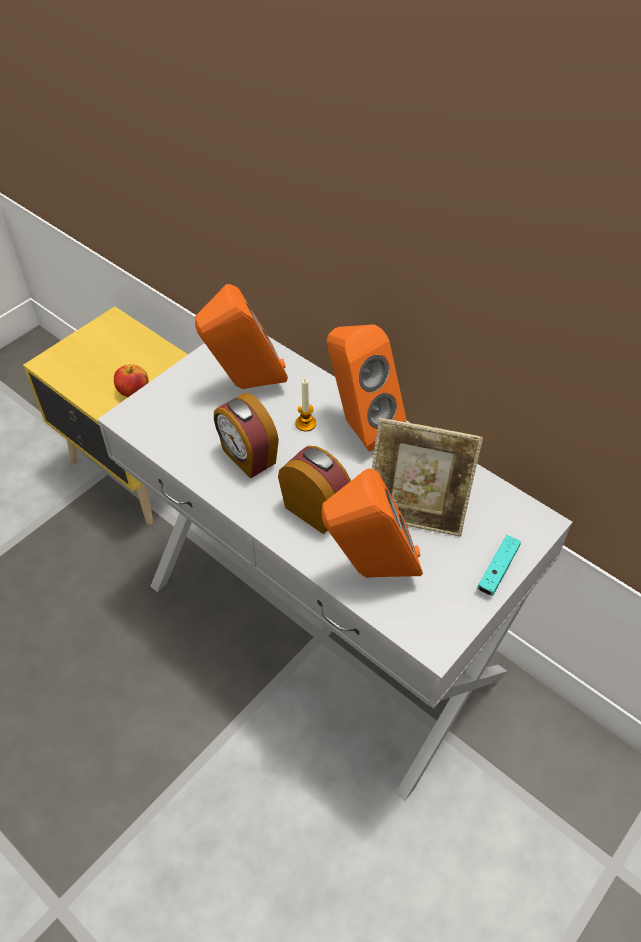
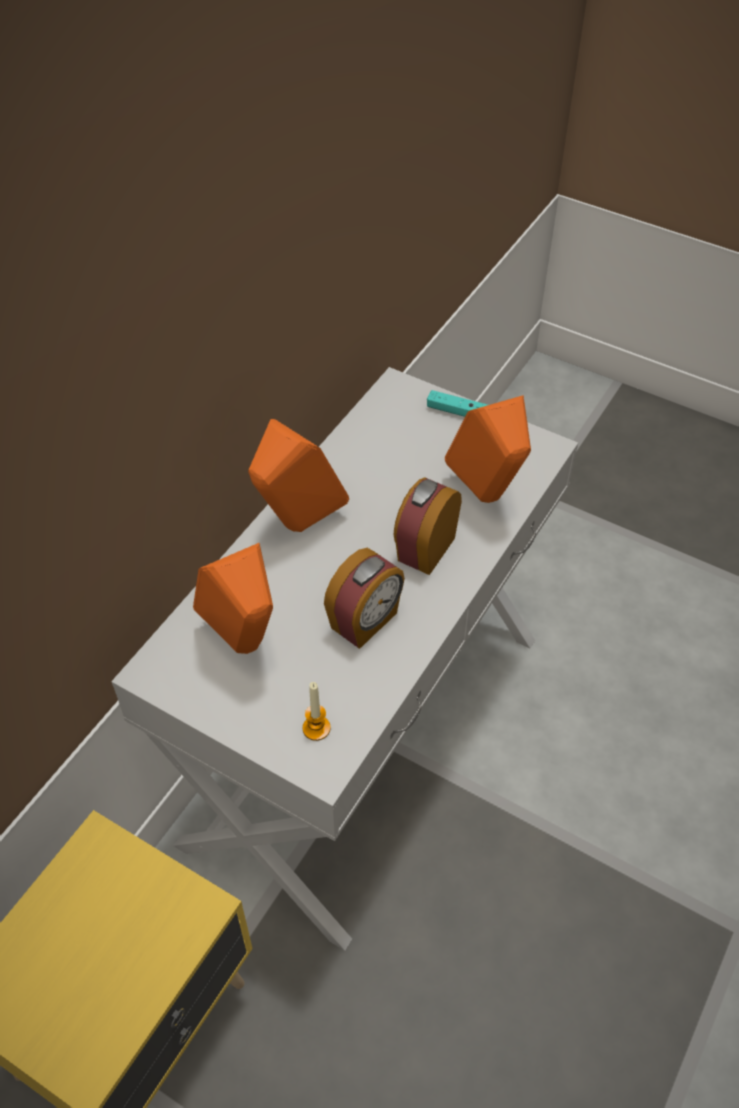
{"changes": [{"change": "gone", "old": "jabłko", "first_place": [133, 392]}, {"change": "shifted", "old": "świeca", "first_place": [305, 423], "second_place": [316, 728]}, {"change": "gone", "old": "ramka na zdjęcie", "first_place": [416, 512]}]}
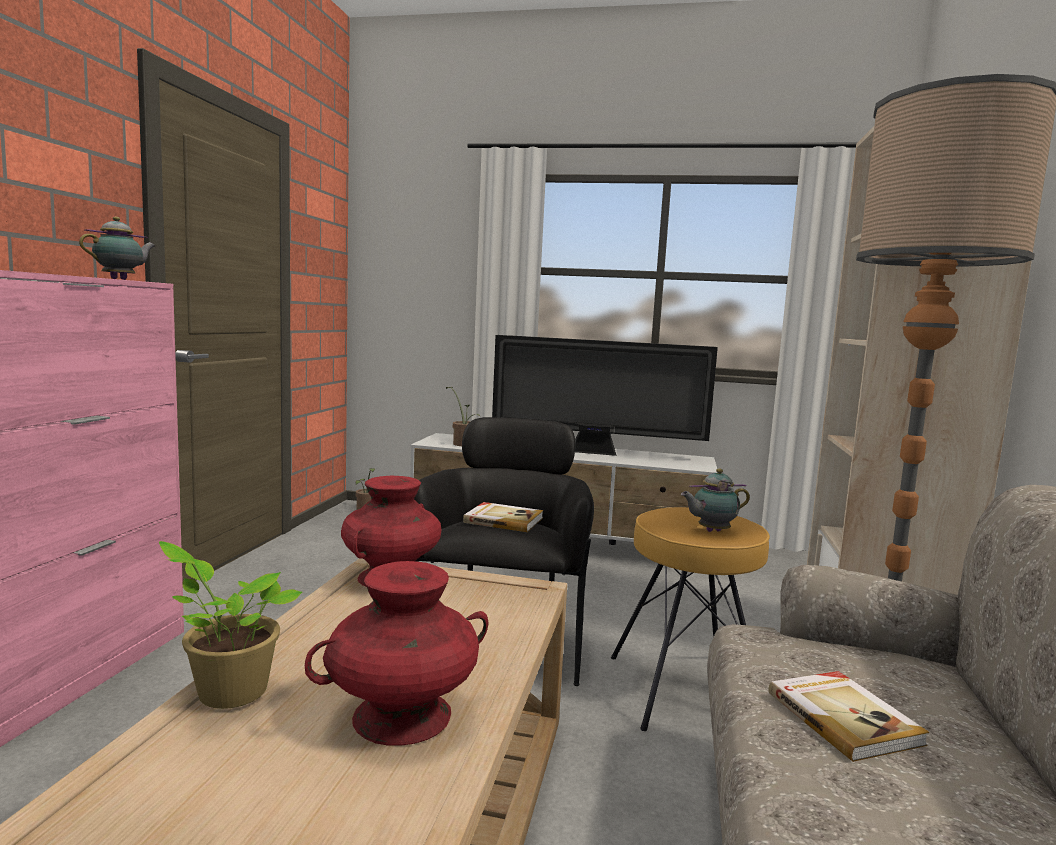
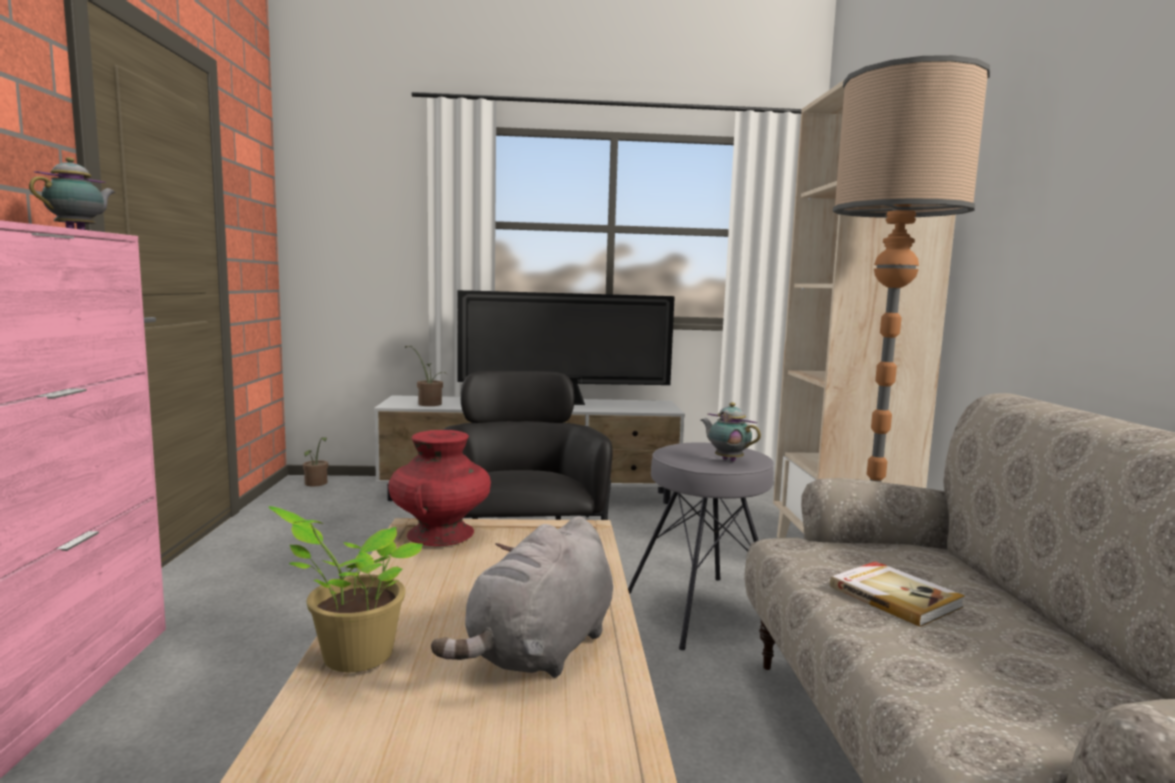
{"changes": [{"change": "rotated", "old": "imbryk", "first_place": [711, 531], "second_place": [727, 460], "degrees": 75}, {"change": "gone", "old": "książka", "first_place": [503, 520]}, {"change": "repainted", "old": "stołek [brązowy]", "new": "stołek [szary]", "first_place": [685, 690], "second_place": [703, 610]}, {"change": "swapped", "old": "wazon [czerwony]", "new": "pluszak [szary]", "first_place": [401, 717], "second_place": [540, 651]}]}
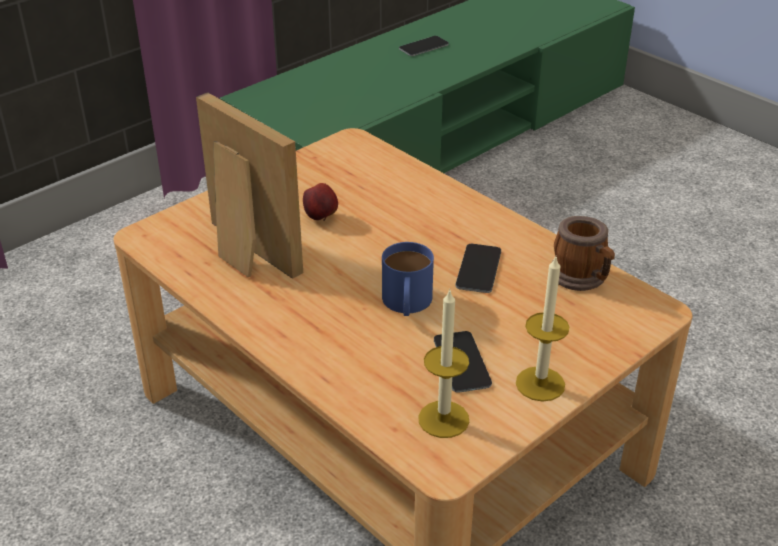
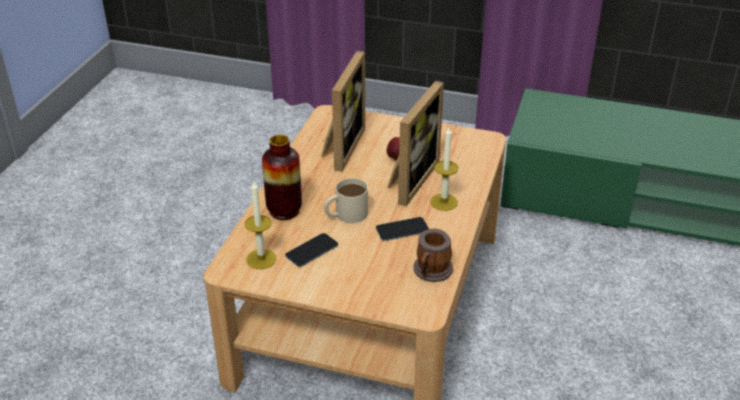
{"changes": [{"change": "gone", "old": "telefon", "first_place": [423, 47]}, {"change": "repainted", "old": "kubek [niebieski]", "new": "kubek [beżowy]", "first_place": [406, 304], "second_place": [345, 215]}, {"change": "shifted", "old": "świeca", "first_place": [540, 384], "second_place": [444, 202]}, {"change": "new", "new": "ramka na zdjęcie", "second_place": [410, 179]}, {"change": "new", "new": "wazon", "second_place": [284, 211]}]}
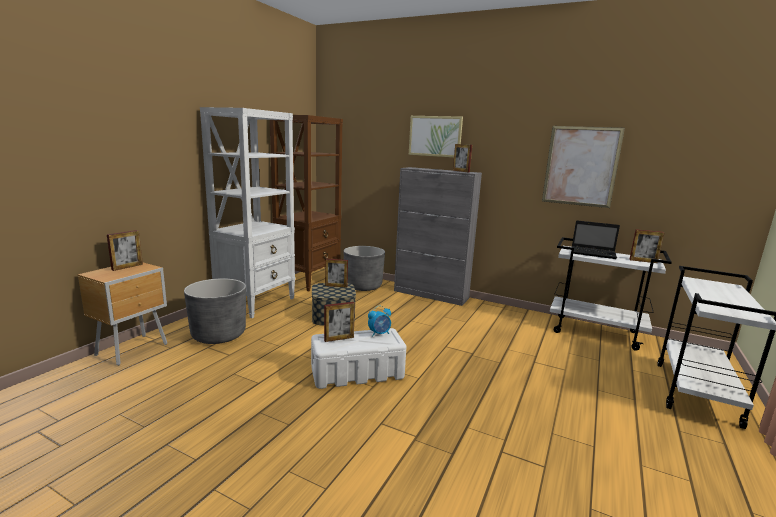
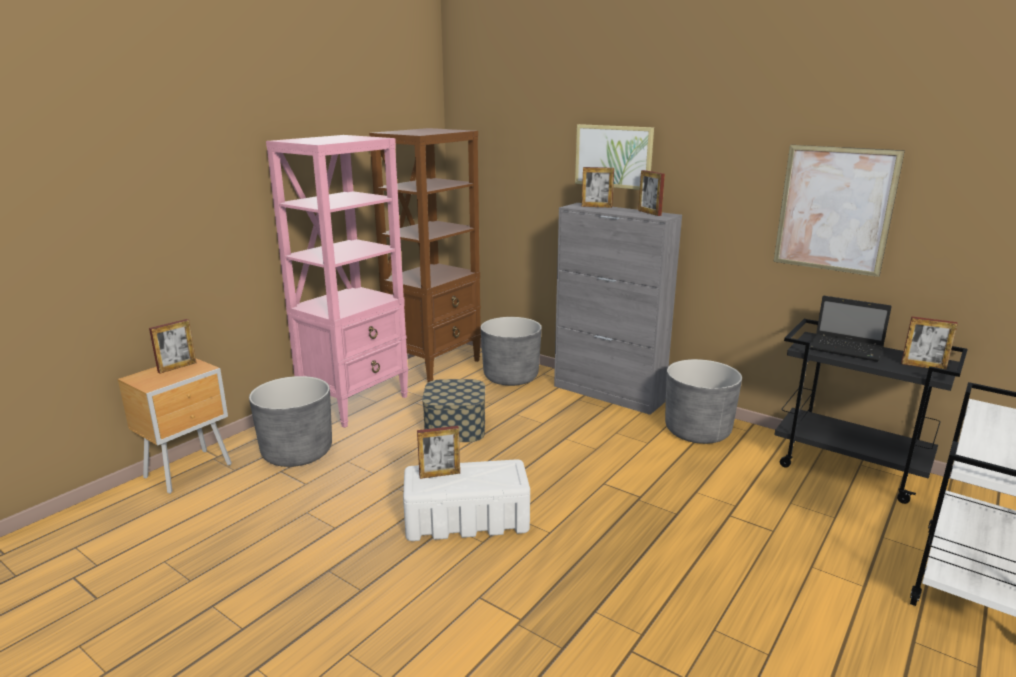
{"changes": [{"change": "repainted", "old": "regał [biały]", "new": "regał [różowy]", "first_place": [257, 302], "second_place": [356, 402]}, {"change": "repainted", "old": "wózek [biały]", "new": "wózek [czarny]", "first_place": [596, 332], "second_place": [850, 468]}, {"change": "shifted", "old": "ramka na zdjęcie", "first_place": [336, 286], "second_place": [596, 206]}, {"change": "gone", "old": "budzik", "first_place": [379, 333]}, {"change": "new", "new": "donica [szary]", "second_place": [697, 431]}]}
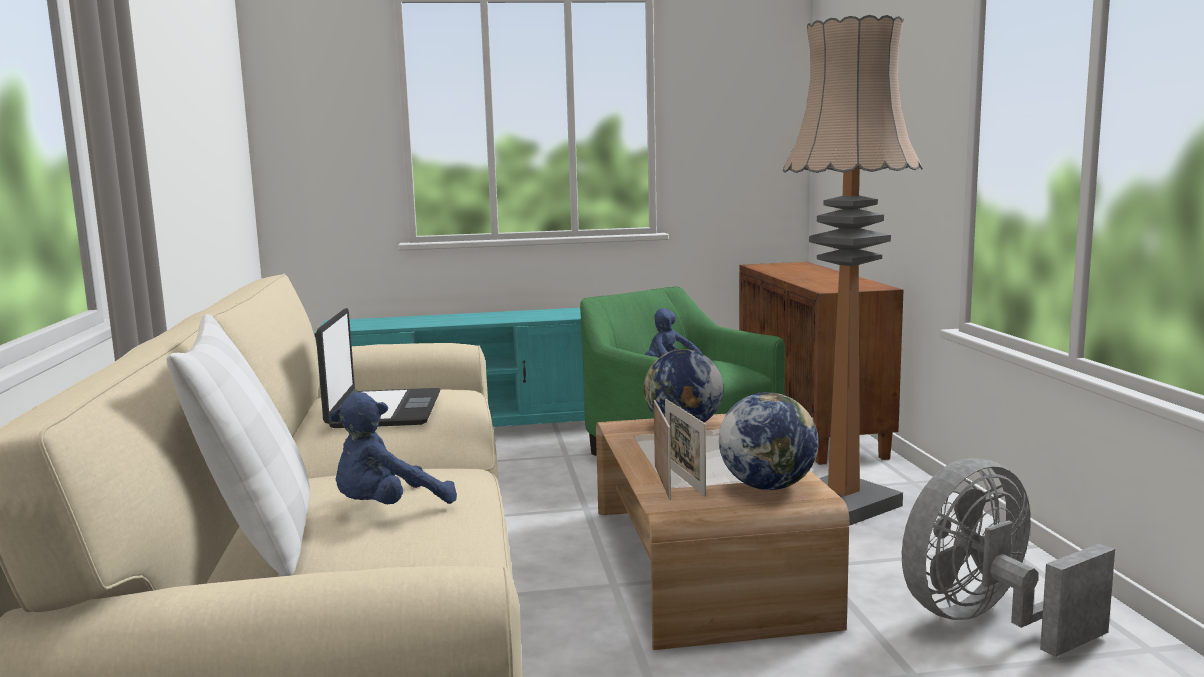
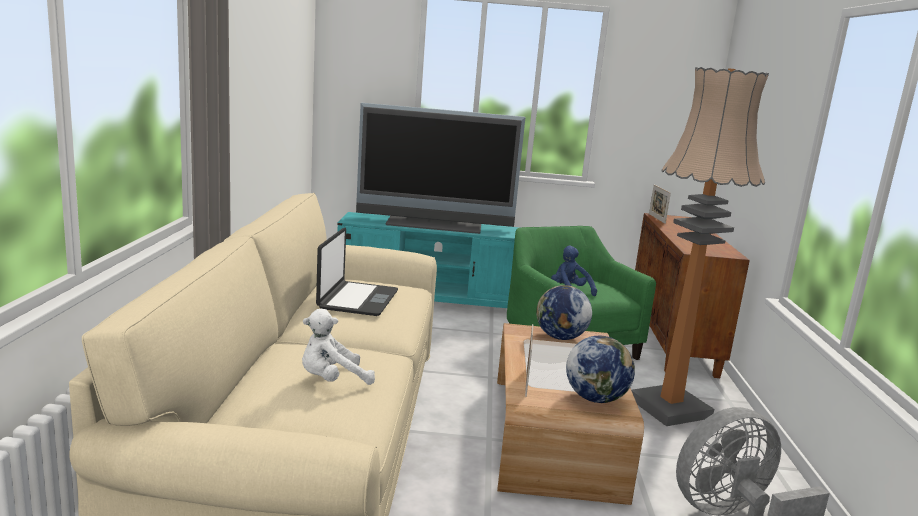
{"changes": [{"change": "gone", "old": "poduszka [biały]", "first_place": [259, 537]}, {"change": "repainted", "old": "pluszak [niebieski]", "new": "pluszak [biały]", "first_place": [388, 509], "second_place": [332, 380]}, {"change": "shifted", "old": "ramka na zdjęcie", "first_place": [684, 480], "second_place": [657, 218]}, {"change": "new", "new": "telewizor", "second_place": [434, 224]}]}
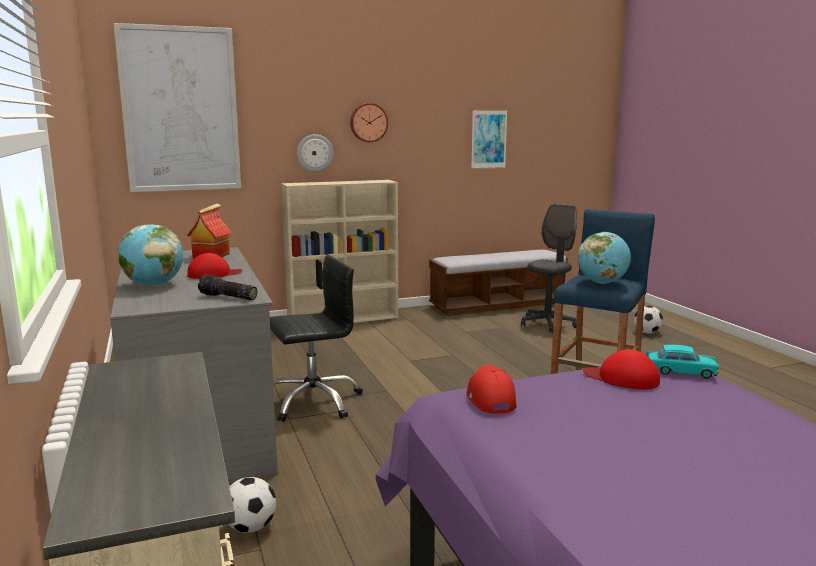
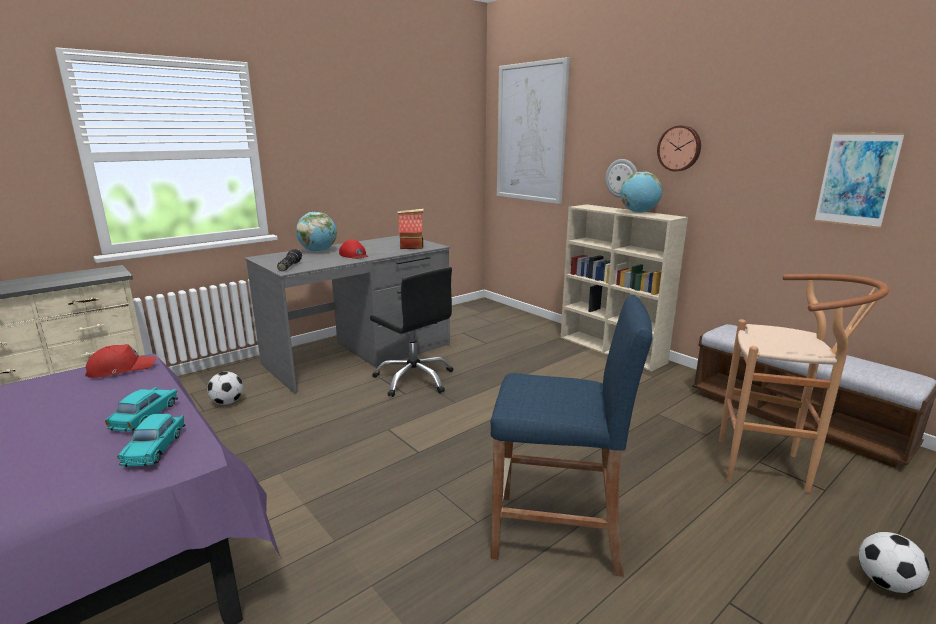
{"changes": [{"change": "swapped", "old": "krzesło biurowe [szary]", "new": "stołek [brązowy]", "first_place": [547, 324], "second_place": [772, 468]}, {"change": "shifted", "old": "globus", "first_place": [602, 282], "second_place": [639, 212]}, {"change": "swapped", "old": "czapka z daszkiem [czerwony]", "new": "samochodzik [turkusowy]", "first_place": [622, 378], "second_place": [145, 416]}]}
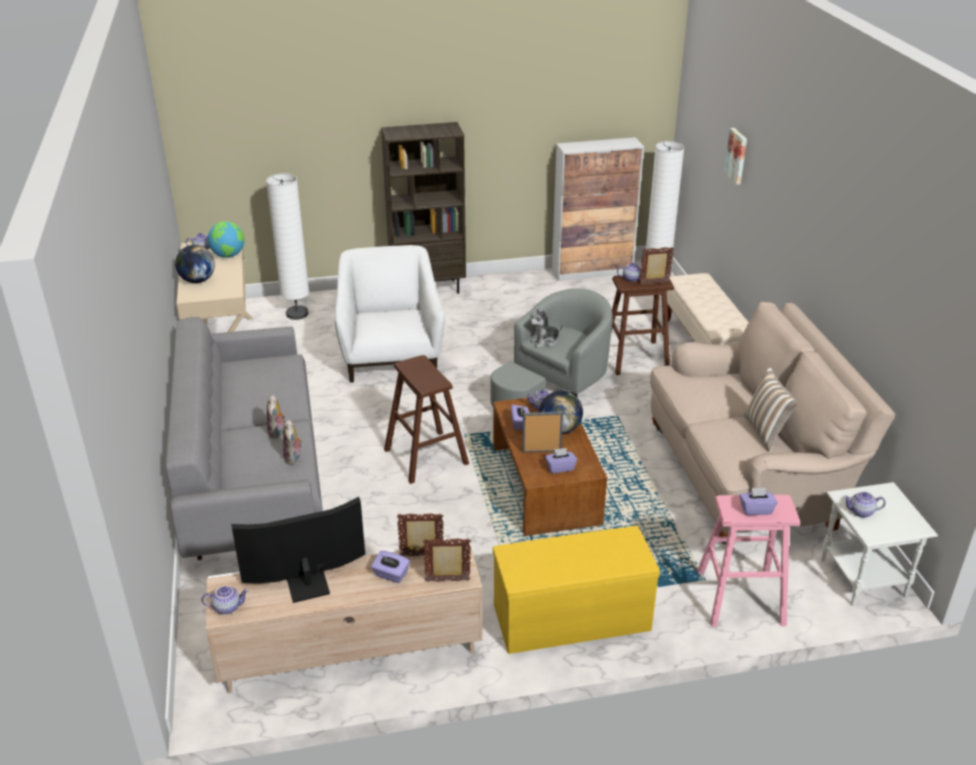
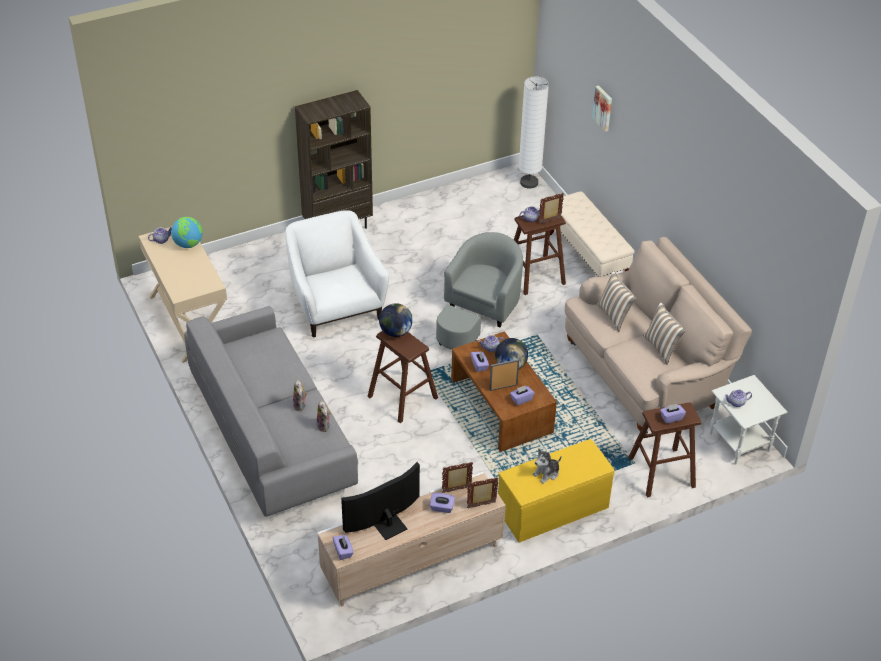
{"changes": [{"change": "gone", "old": "szafka", "first_place": [592, 271]}, {"change": "gone", "old": "lampa stojąca [biały]", "first_place": [297, 314]}, {"change": "shifted", "old": "globus", "first_place": [197, 280], "second_place": [395, 332]}, {"change": "shifted", "old": "pluszak", "first_place": [545, 341], "second_place": [547, 473]}, {"change": "repainted", "old": "stołek [różowy]", "new": "stołek [brązowy]", "first_place": [740, 598], "second_place": [661, 472]}, {"change": "swapped", "old": "imbryk", "new": "pudełko chusteczek [fioletowy]", "first_place": [227, 607], "second_place": [343, 551]}, {"change": "new", "new": "poduszka", "second_place": [614, 316]}]}
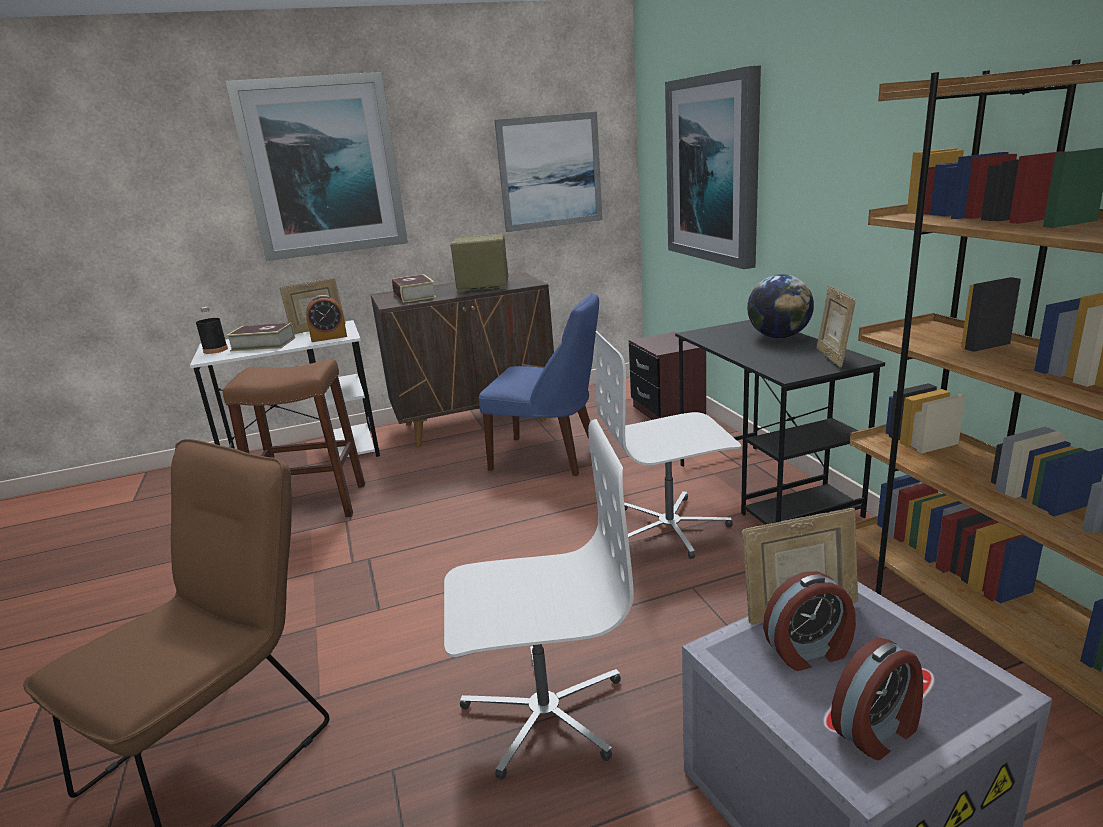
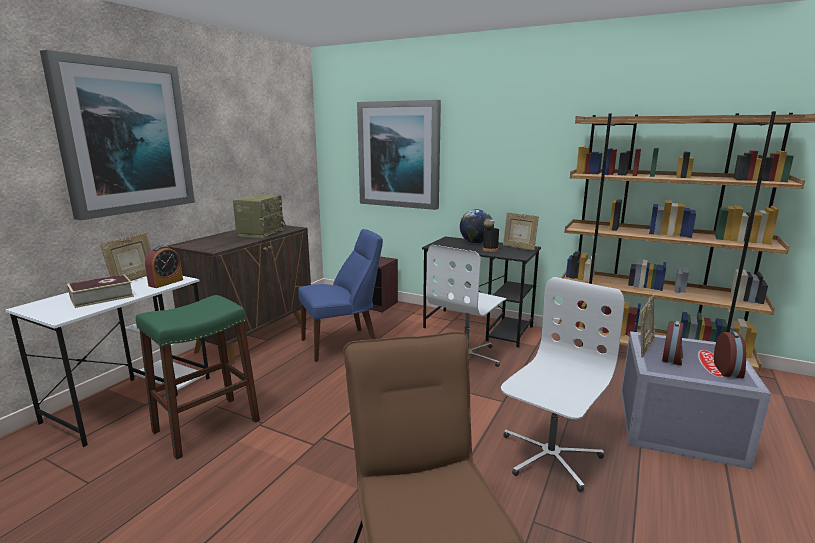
{"changes": [{"change": "gone", "old": "obraz", "first_place": [550, 172]}, {"change": "rotated", "old": "radio", "first_place": [482, 287], "second_place": [260, 233], "degrees": 150}, {"change": "gone", "old": "książka", "first_place": [414, 295]}, {"change": "shifted", "old": "butelka [czarny]", "first_place": [215, 350], "second_place": [490, 249]}, {"change": "repainted", "old": "stołek [brązowy]", "new": "stołek [zielony]", "first_place": [311, 504], "second_place": [206, 426]}]}
